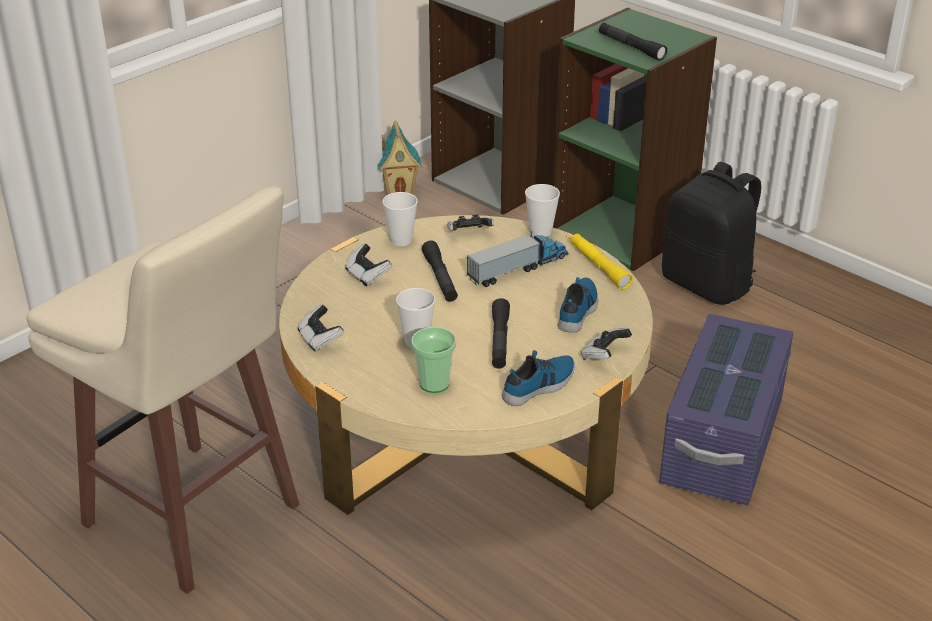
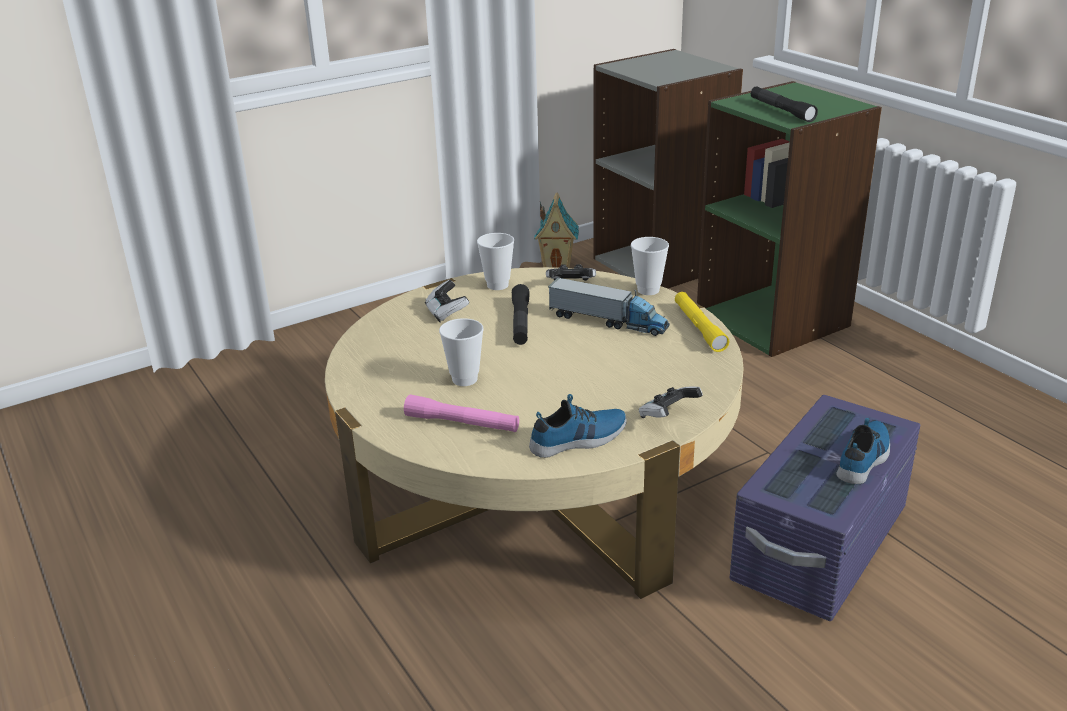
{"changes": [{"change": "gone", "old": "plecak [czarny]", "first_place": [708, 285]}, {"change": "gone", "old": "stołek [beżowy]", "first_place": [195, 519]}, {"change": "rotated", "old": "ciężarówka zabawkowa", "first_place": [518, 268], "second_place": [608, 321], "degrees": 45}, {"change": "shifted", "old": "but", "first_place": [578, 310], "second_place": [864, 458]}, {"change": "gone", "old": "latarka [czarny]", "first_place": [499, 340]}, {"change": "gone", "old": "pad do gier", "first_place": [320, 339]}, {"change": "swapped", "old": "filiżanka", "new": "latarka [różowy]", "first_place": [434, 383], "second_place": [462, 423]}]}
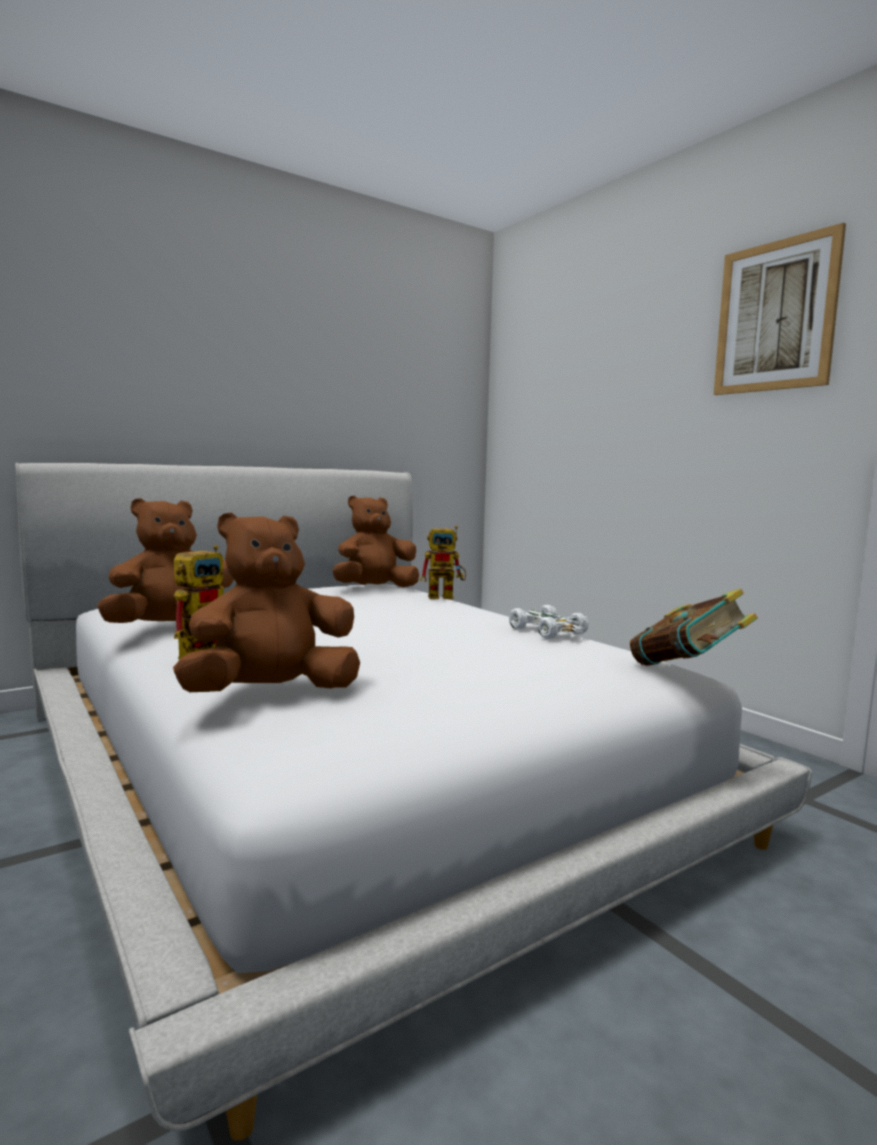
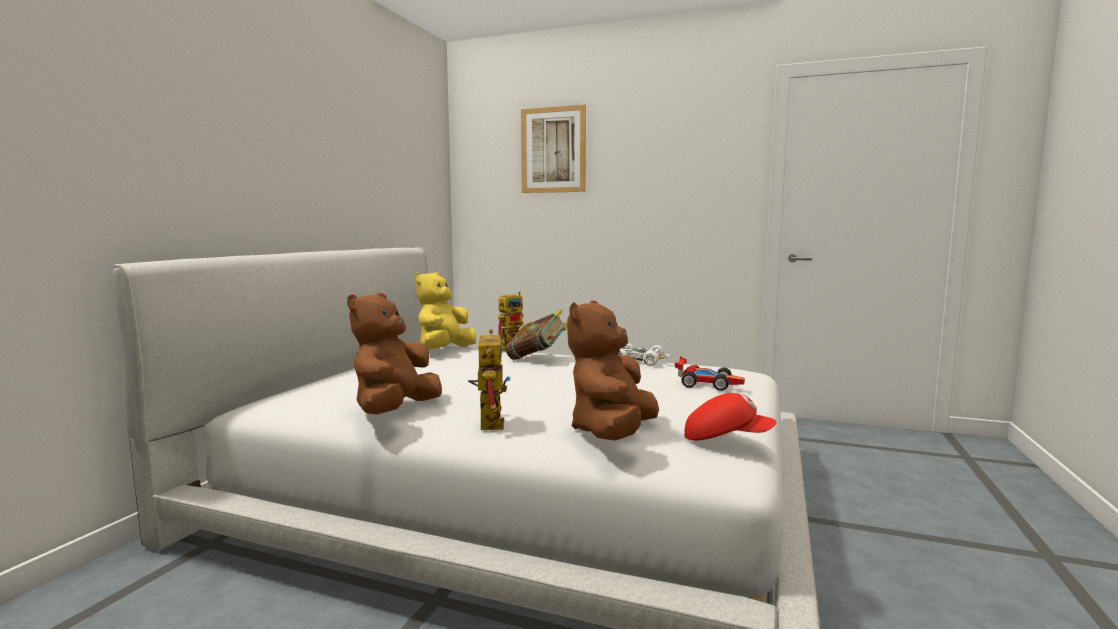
{"changes": [{"change": "shifted", "old": "obraz", "first_place": [775, 316], "second_place": [553, 150]}, {"change": "repainted", "old": "pluszak [brązowy]", "new": "pluszak [żółty]", "first_place": [375, 588], "second_place": [444, 351]}, {"change": "shifted", "old": "książka", "first_place": [687, 671], "second_place": [537, 359]}, {"change": "new", "new": "samochodzik", "second_place": [707, 384]}, {"change": "new", "new": "czapka z daszkiem [czerwony]", "second_place": [726, 439]}]}
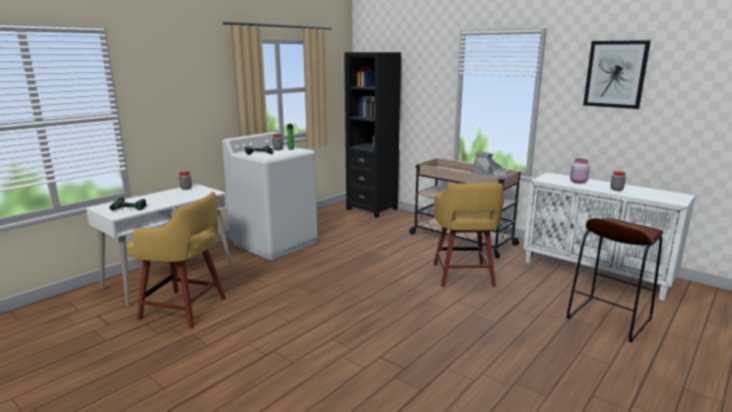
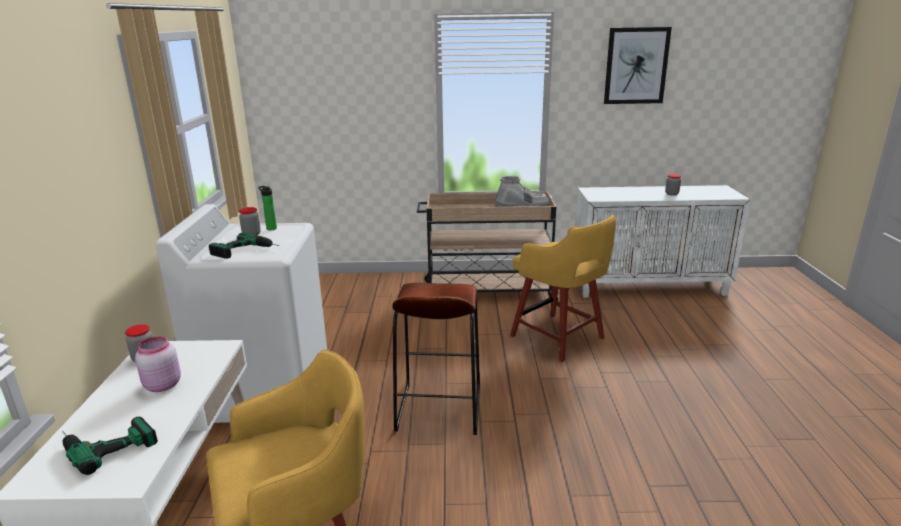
{"changes": [{"change": "gone", "old": "regał [czarny]", "first_place": [372, 209]}, {"change": "shifted", "old": "słoik [różowy]", "first_place": [577, 182], "second_place": [161, 385]}, {"change": "shifted", "old": "stołek [brązowy]", "first_place": [608, 318], "second_place": [438, 409]}]}
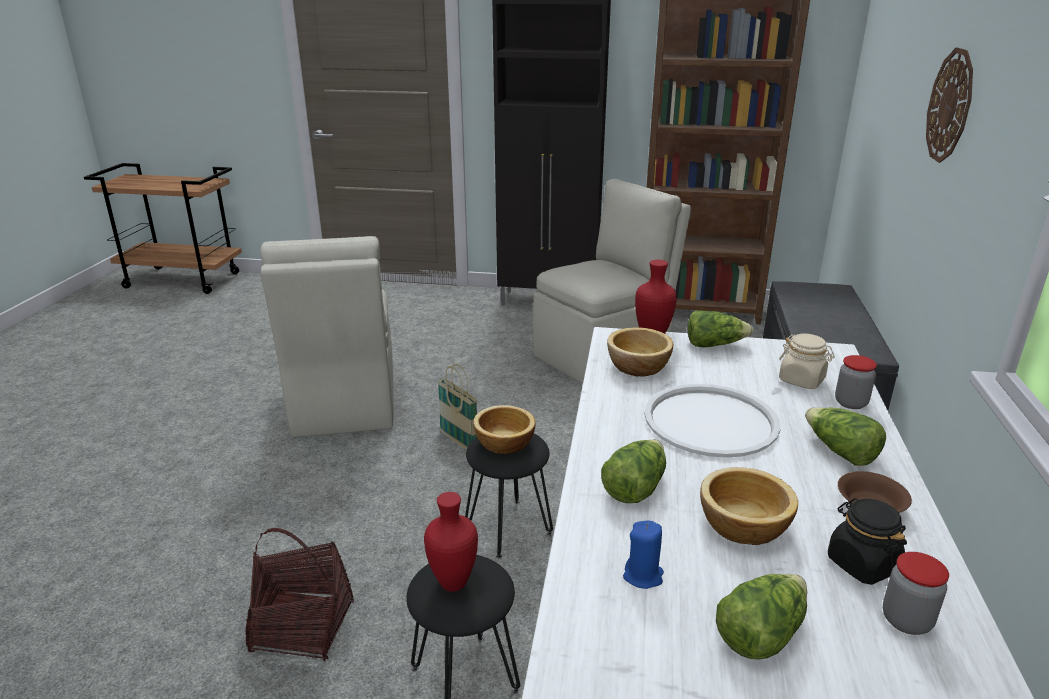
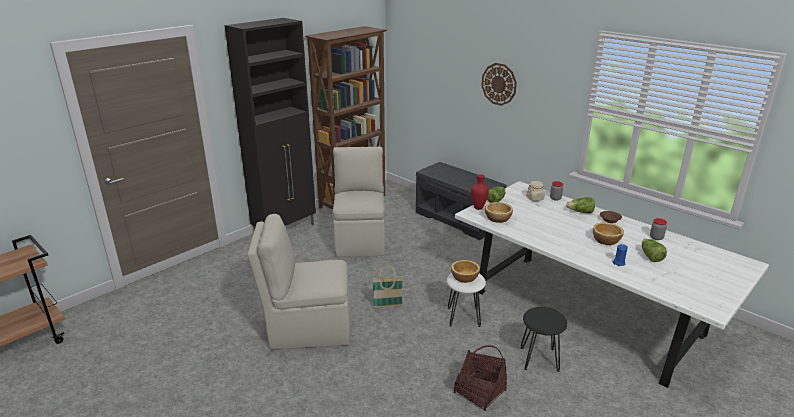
{"changes": [{"change": "rotated", "old": "krzesło [beżowy]", "first_place": [344, 404], "second_place": [308, 328], "degrees": 150}, {"change": "gone", "old": "taca [biały]", "first_place": [710, 421]}, {"change": "repainted", "old": "stołek [czarny]", "new": "stołek [biały]", "first_place": [508, 527], "second_place": [463, 317]}, {"change": "gone", "old": "sałata", "first_place": [634, 487]}, {"change": "gone", "old": "wazon [czerwony]", "first_place": [452, 584]}, {"change": "gone", "old": "słoik [czarny]", "first_place": [862, 564]}]}
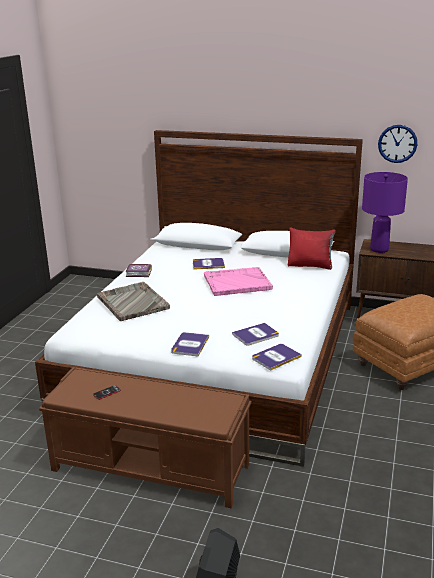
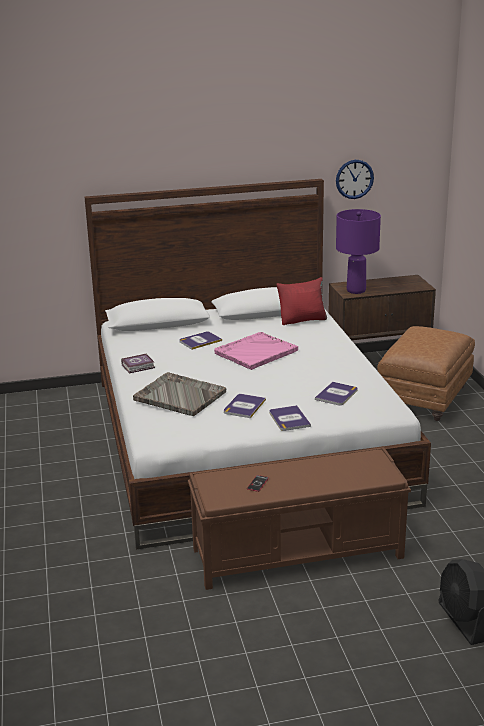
{"changes": [{"change": "shifted", "old": "książka", "first_place": [276, 357], "second_place": [244, 406]}]}
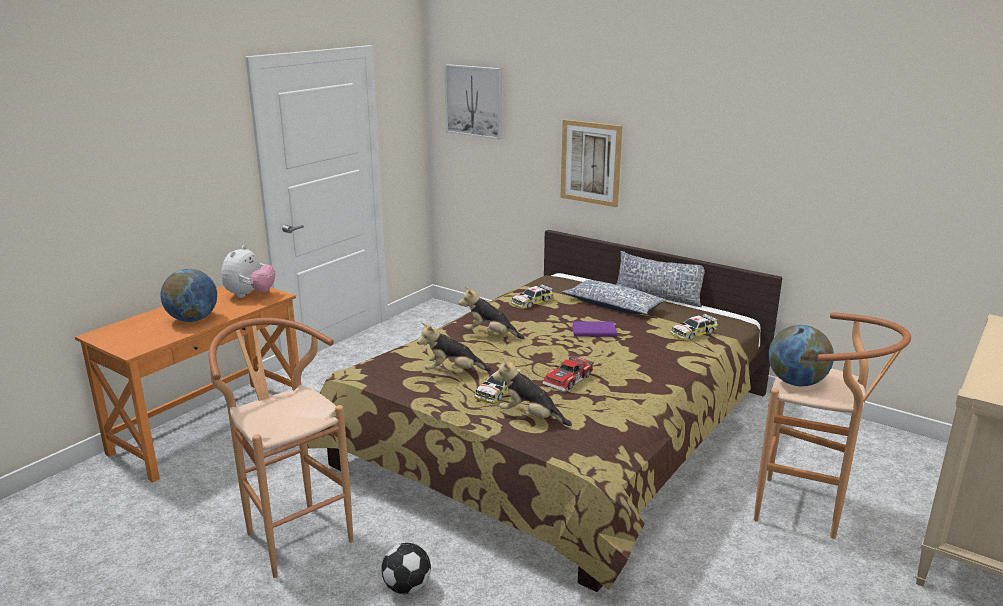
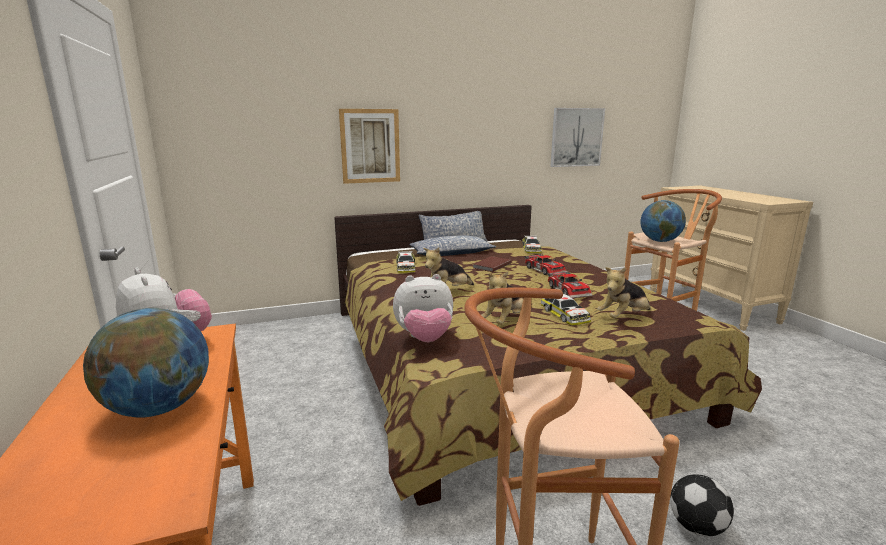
{"changes": [{"change": "shifted", "old": "obraz", "first_place": [474, 101], "second_place": [576, 137]}, {"change": "repainted", "old": "książka [fioletowy]", "new": "książka [brązowy]", "first_place": [593, 330], "second_place": [491, 265]}, {"change": "new", "new": "samochodzik", "second_place": [545, 270]}, {"change": "new", "new": "pluszak", "second_place": [424, 339]}]}
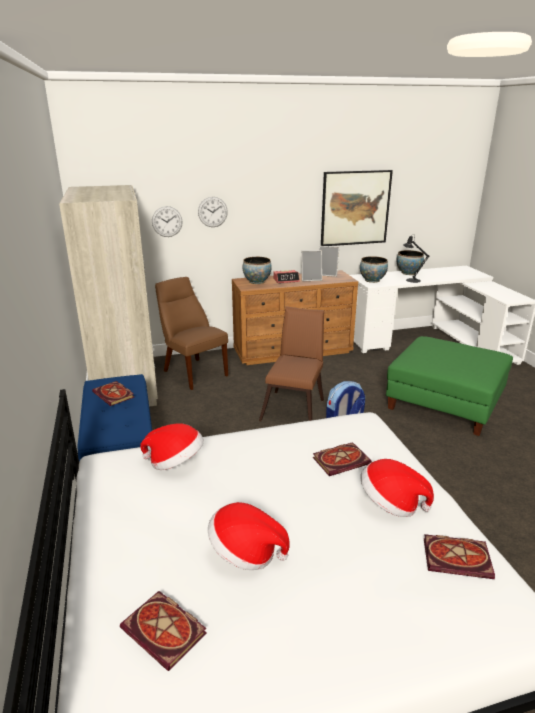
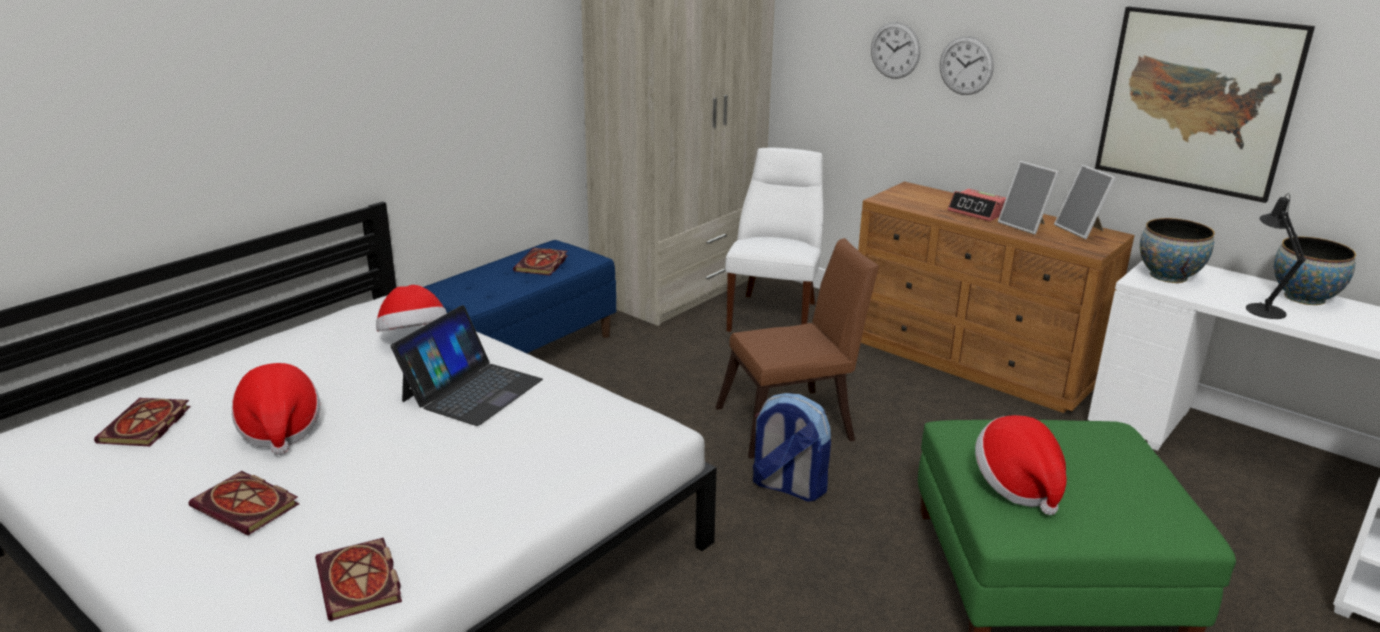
{"changes": [{"change": "shifted", "old": "zegar ścienny", "first_place": [167, 221], "second_place": [966, 65]}, {"change": "gone", "old": "miska", "first_place": [257, 282]}, {"change": "repainted", "old": "krzesło [brązowy]", "new": "krzesło [biały]", "first_place": [193, 372], "second_place": [774, 314]}, {"change": "shifted", "old": "książka", "first_place": [341, 460], "second_place": [248, 506]}, {"change": "shifted", "old": "kapelusz", "first_place": [391, 503], "second_place": [1017, 485]}, {"change": "new", "new": "laptop", "second_place": [471, 390]}]}
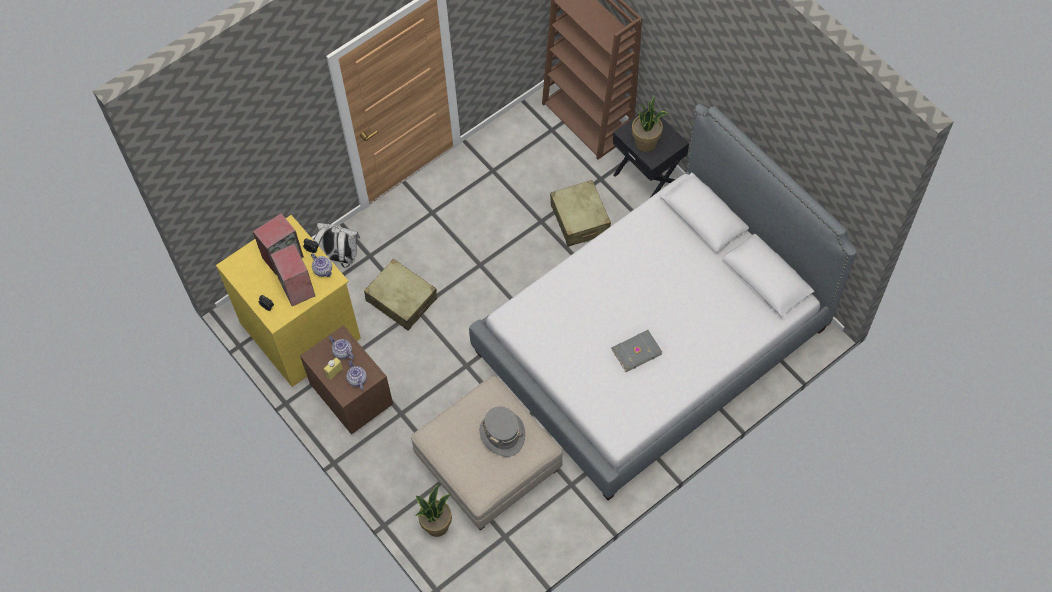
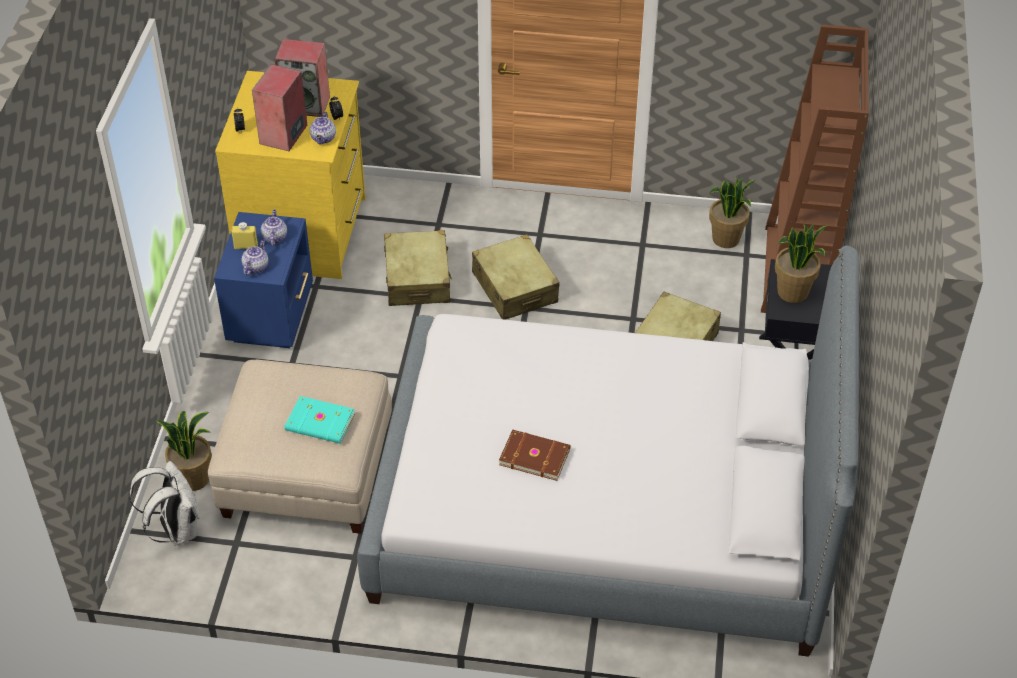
{"changes": [{"change": "shifted", "old": "plecak [biały]", "first_place": [340, 257], "second_place": [176, 529]}, {"change": "repainted", "old": "szafka nocna [brązowy]", "new": "szafka nocna [niebieski]", "first_place": [352, 395], "second_place": [272, 316]}, {"change": "repainted", "old": "książka [szary]", "new": "książka [brązowy]", "first_place": [636, 351], "second_place": [534, 456]}, {"change": "swapped", "old": "kapelusz [szary]", "new": "książka [turkusowy]", "first_place": [502, 434], "second_place": [320, 423]}, {"change": "new", "new": "roślina doniczkowa", "second_place": [726, 239]}, {"change": "new", "new": "walizka [beżowy]", "second_place": [515, 287]}]}
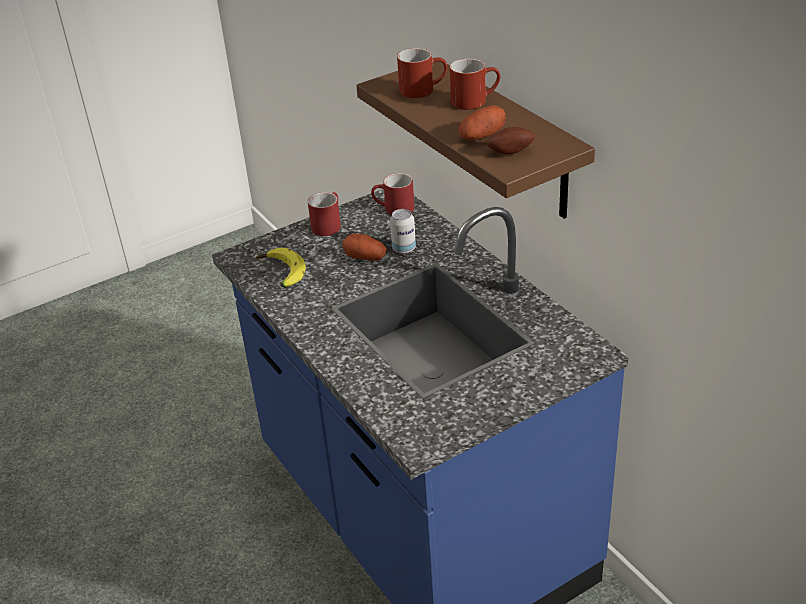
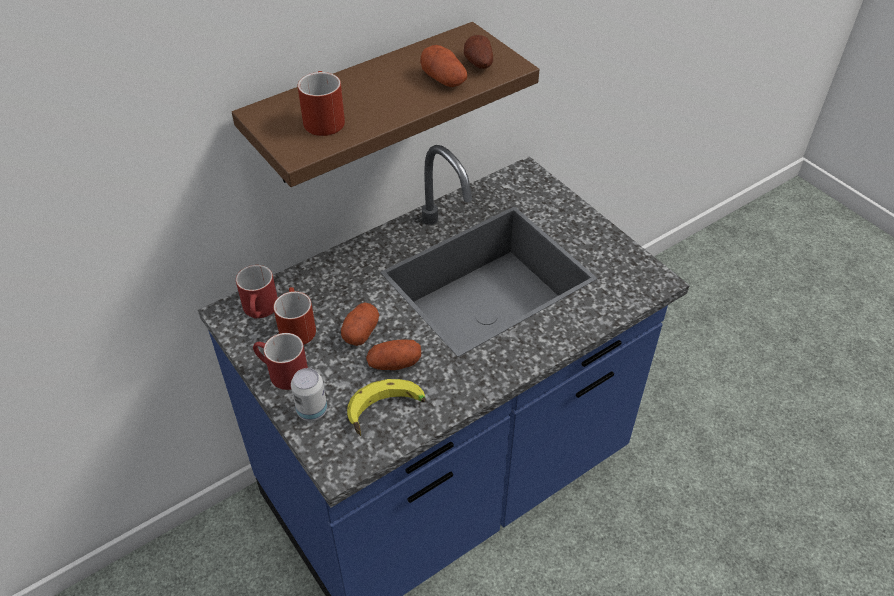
{"changes": [{"change": "shifted", "old": "kubek [czerwony]", "first_place": [475, 100], "second_place": [295, 327]}, {"change": "shifted", "old": "puszka", "first_place": [404, 249], "second_place": [312, 410]}, {"change": "new", "new": "ziemniak", "second_place": [394, 363]}]}
